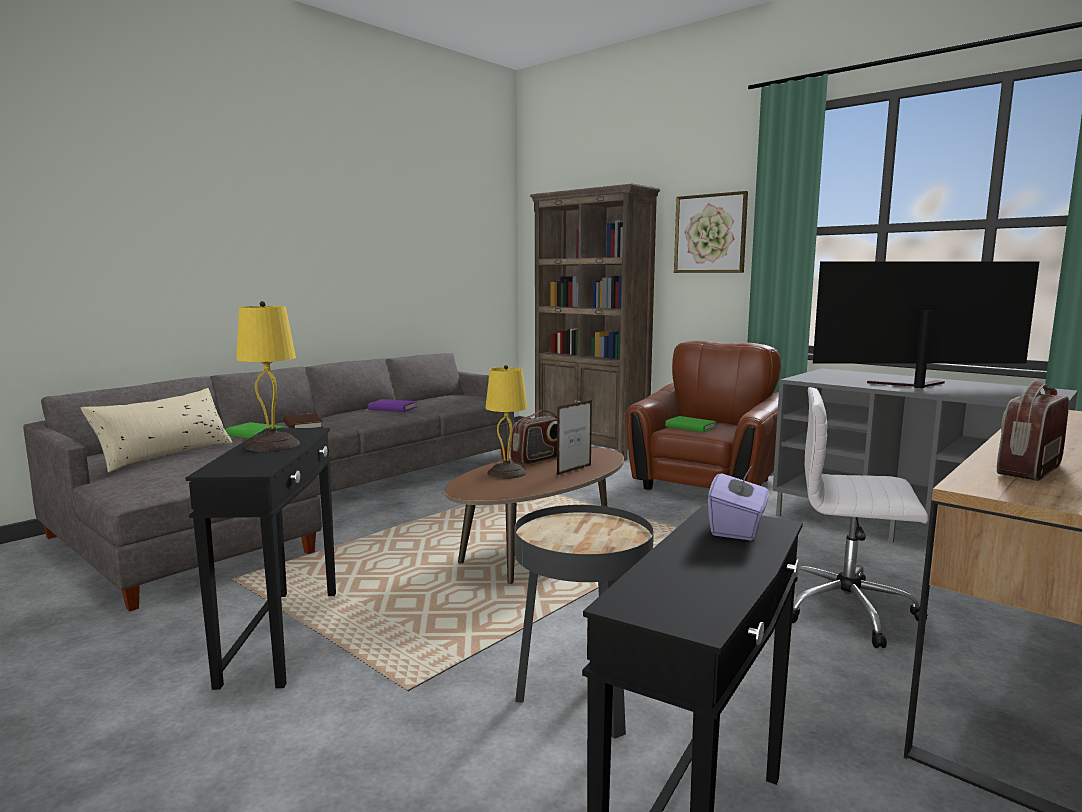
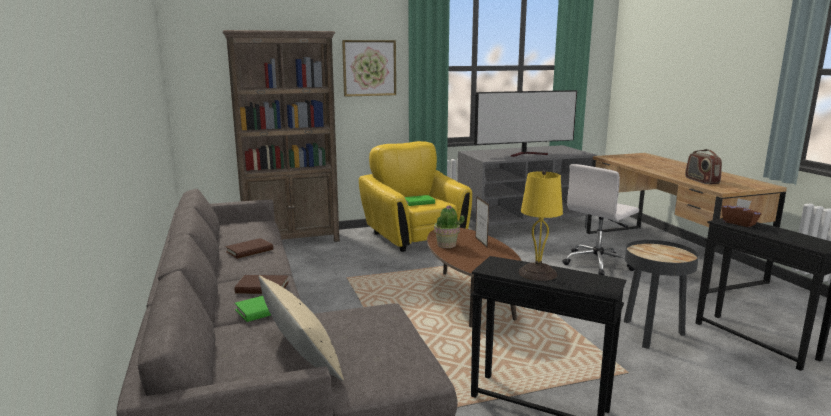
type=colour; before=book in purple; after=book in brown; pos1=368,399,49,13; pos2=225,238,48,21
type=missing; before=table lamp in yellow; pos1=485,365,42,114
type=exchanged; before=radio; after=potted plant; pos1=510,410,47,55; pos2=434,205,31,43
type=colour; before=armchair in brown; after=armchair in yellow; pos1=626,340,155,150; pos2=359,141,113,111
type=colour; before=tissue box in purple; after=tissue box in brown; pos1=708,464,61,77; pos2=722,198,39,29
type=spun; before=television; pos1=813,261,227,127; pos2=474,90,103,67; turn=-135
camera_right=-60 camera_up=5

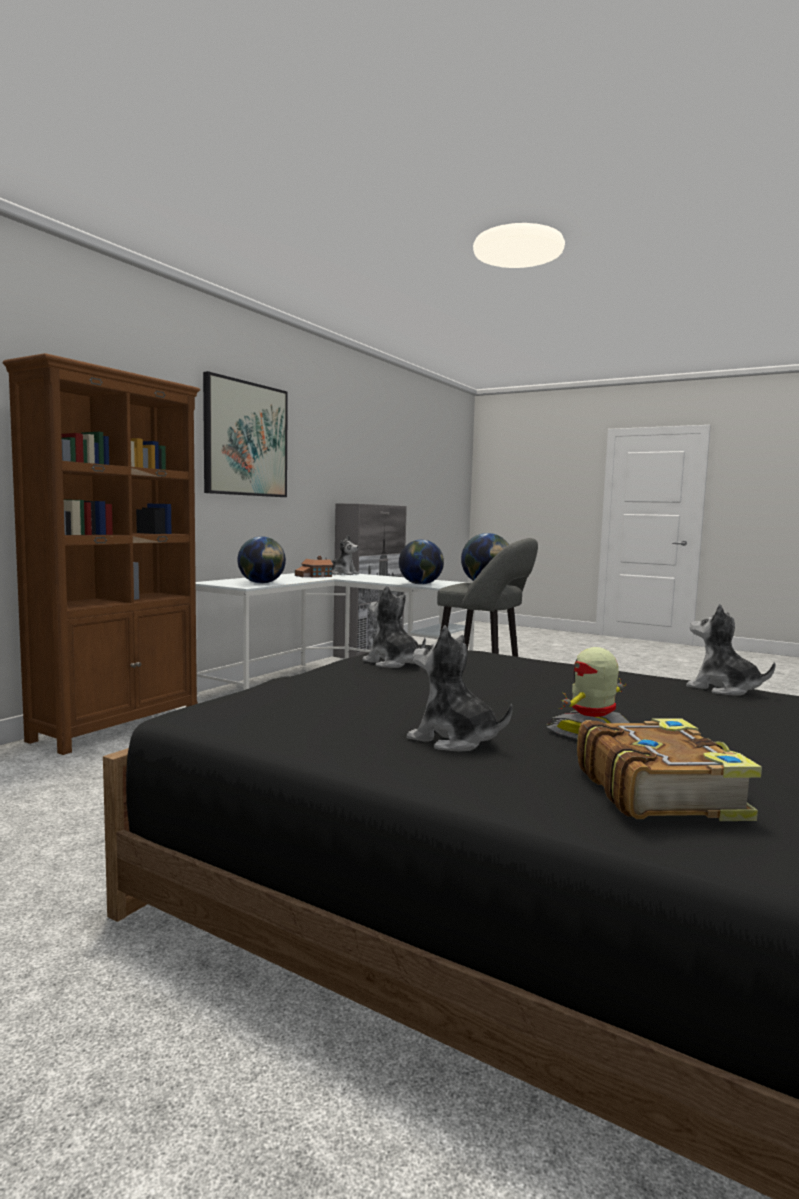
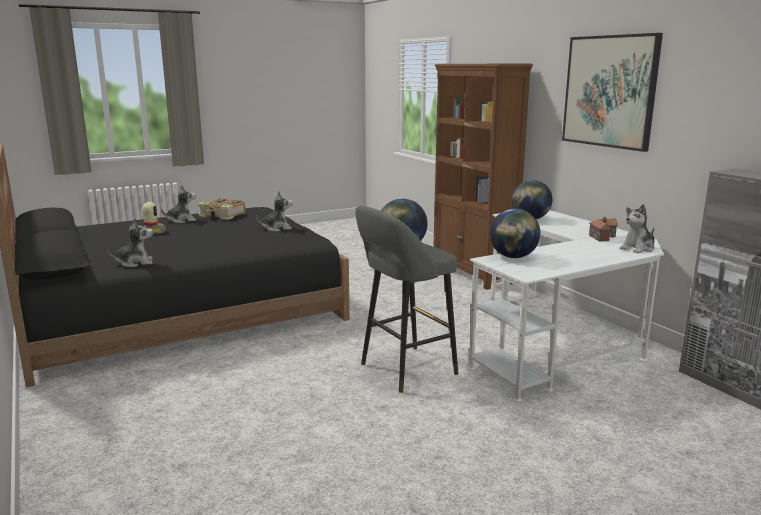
type=relocated; before=book; pos1=577,719,185,102; pos2=198,198,47,22
camera_right=120 camera_up=10

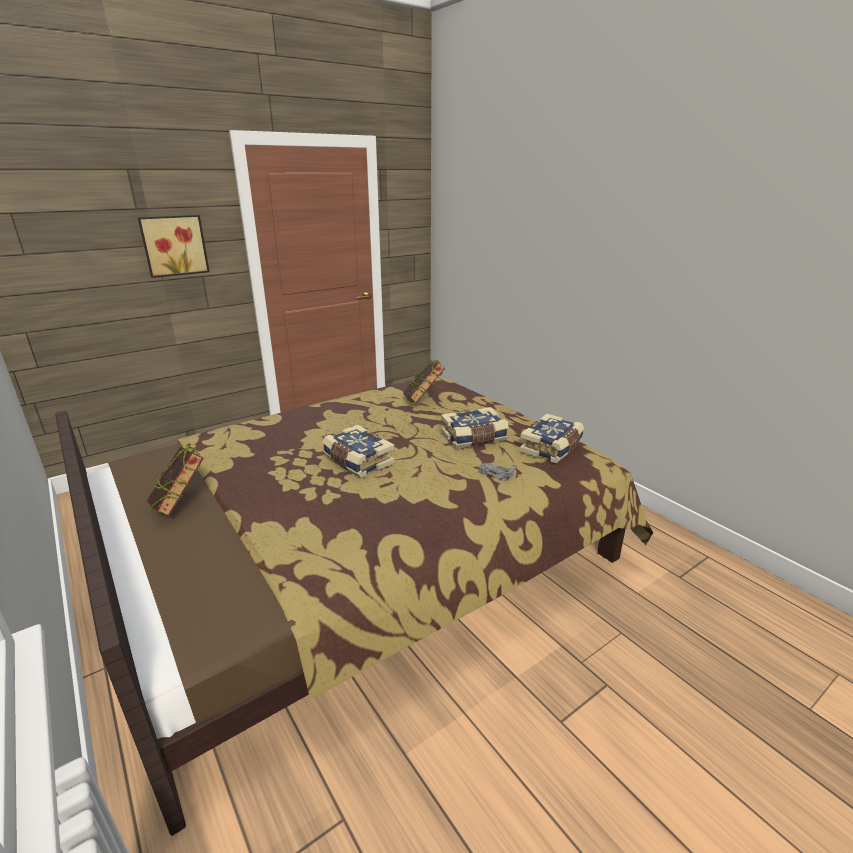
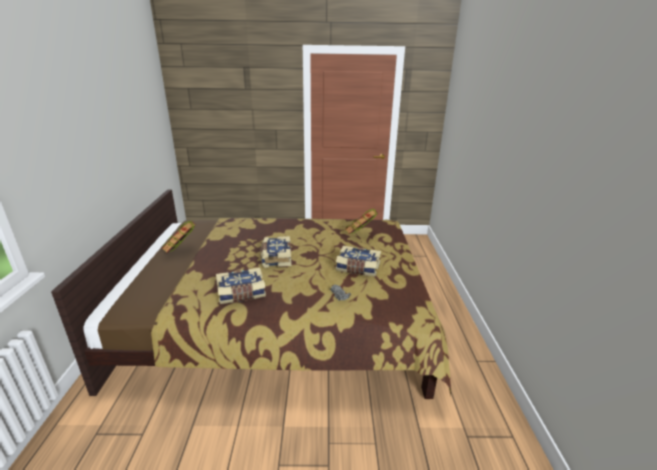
type=missing; before=picture; pos1=138,215,72,63
type=relocated; before=book; pos1=519,413,65,50; pos2=216,267,50,37
camera_right=35 camera_up=0

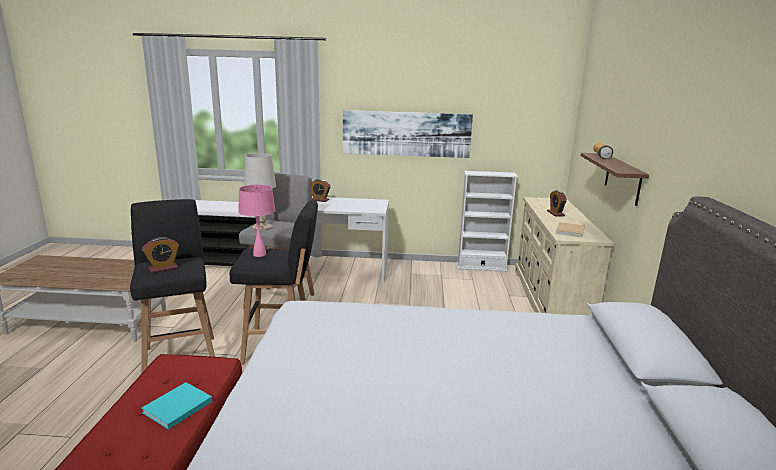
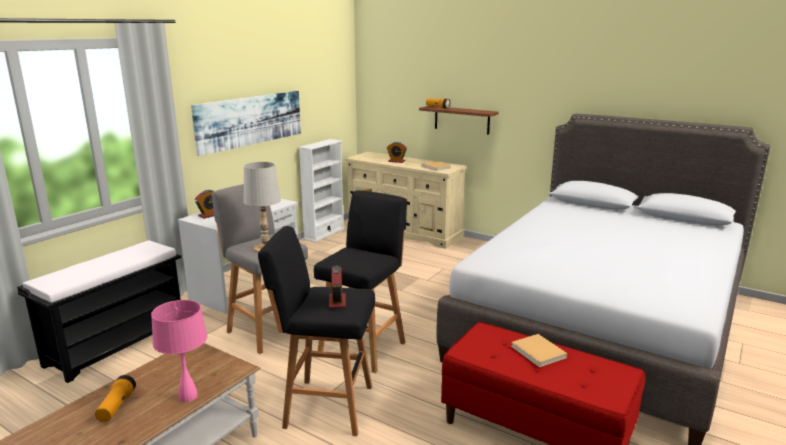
type=colour; before=book in turquoise; after=book in beige; pos1=142,382,71,48; pos2=511,334,57,33
type=relocated; before=table lamp in pink; pos1=238,185,38,72; pos2=151,300,56,102
type=appeared; after=flashlight; pos2=95,375,41,47
camera_right=-60 camera_up=0

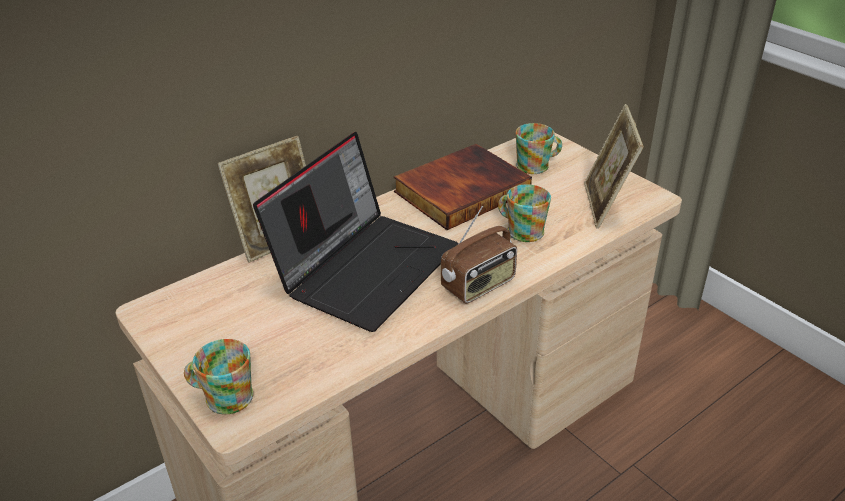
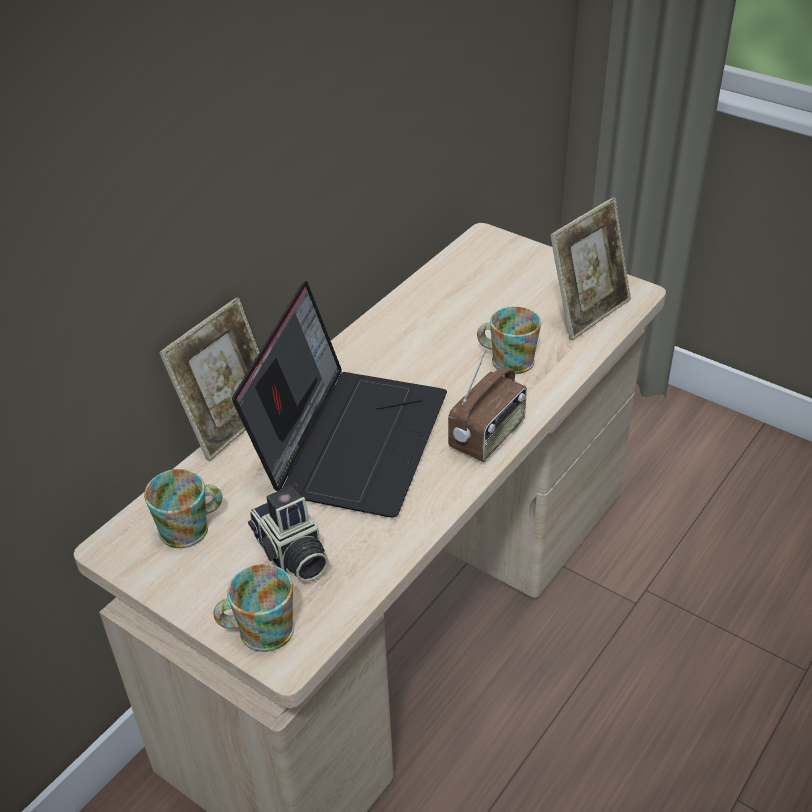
type=missing; before=book; pos1=394,144,138,86
type=relocated; before=mug; pos1=516,123,46,51; pos2=144,469,78,79
type=spun; before=picture frame; pos1=584,104,60,125; pos2=550,197,81,144; turn=-120
type=appeared; after=photo camera; pos2=248,486,81,96
camera_right=-15 camera_up=5

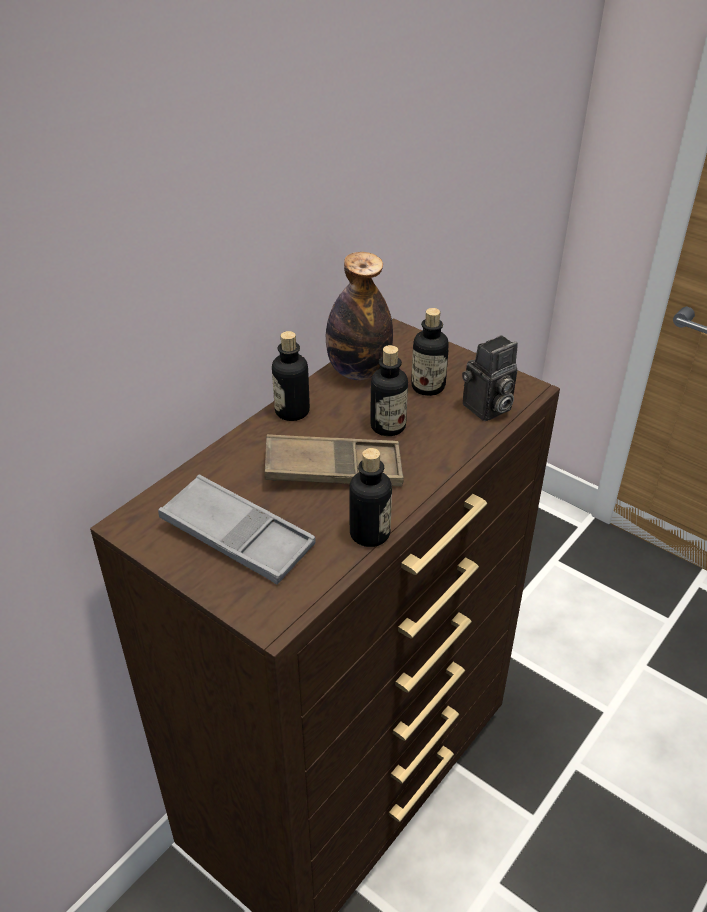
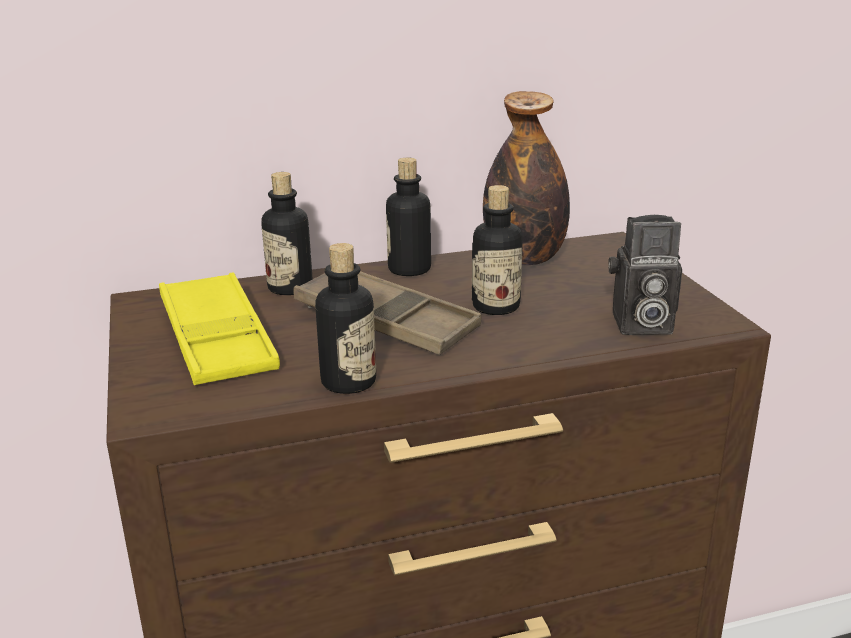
type=colour; before=tray in grey; after=tray in yellow; pos1=158,474,157,111; pos2=159,272,121,113
type=relocated; before=bottle; pos1=411,308,38,88; pos2=261,172,52,123
camera_right=35 camera_up=-15

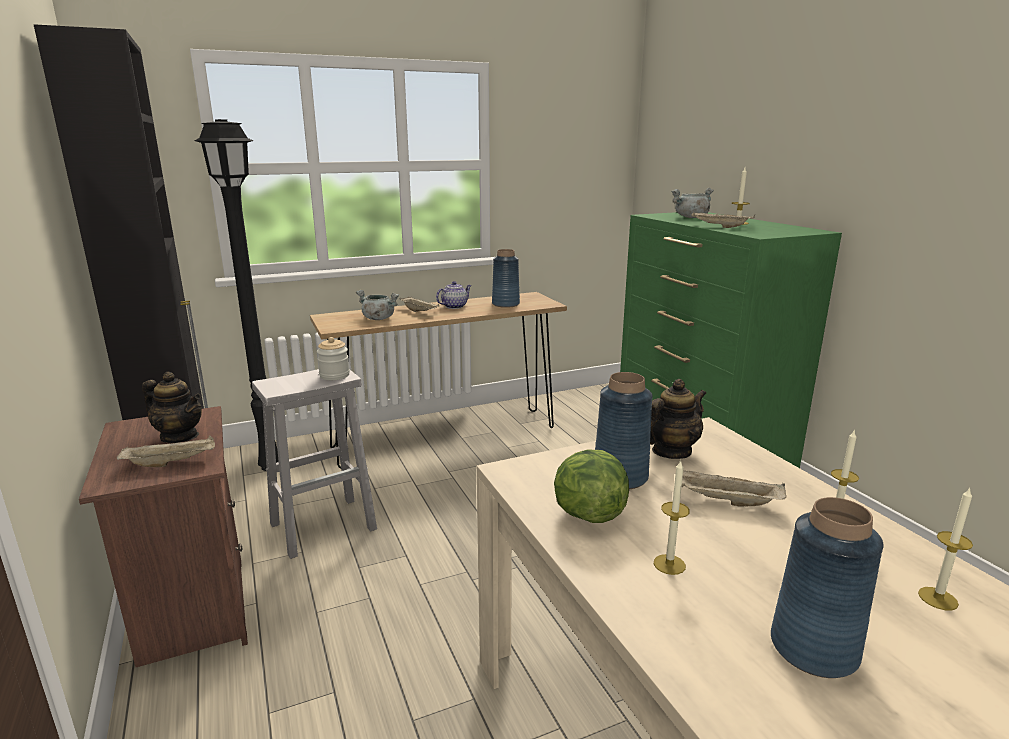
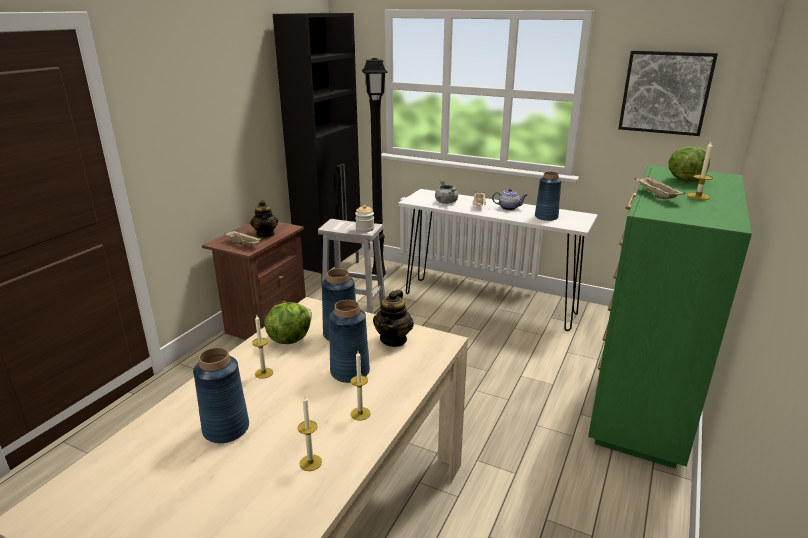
type=colour; before=console table in brown; after=console table in white; pos1=310,292,257,177; pos2=398,189,200,142
type=spun; before=teapot; pos1=650,379,56,80; pos2=373,290,41,57; turn=90
type=exchanged; before=cooking pot in grey; after=lettuce; pos1=671,188,43,30; pos2=668,146,42,36
type=exchanged; before=tray in beige; after=vase in blue; pos1=682,470,105,36; pos2=329,300,41,83
type=appeared; after=picture; pos2=618,50,100,86
camera_right=50 camera_up=5

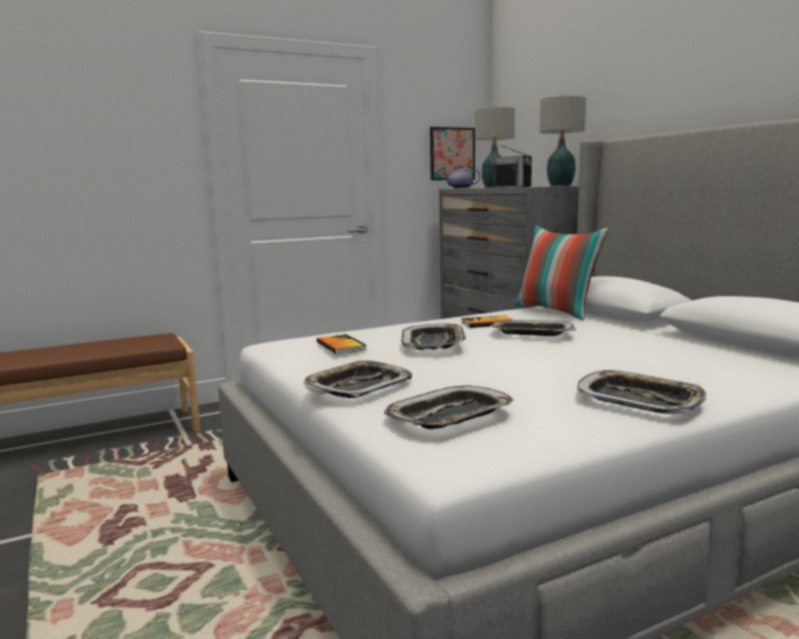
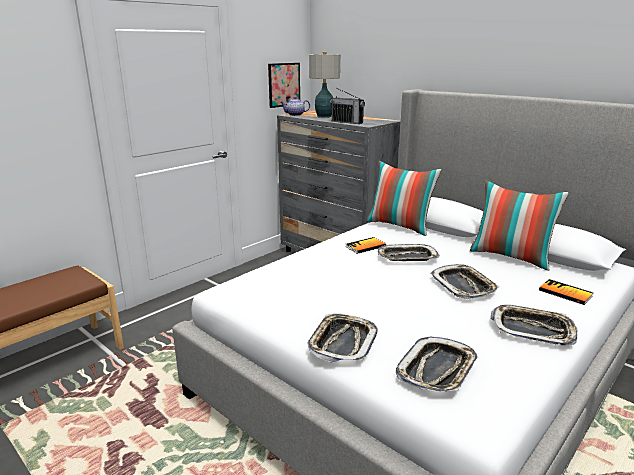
type=relocated; before=book; pos1=317,334,49,20; pos2=539,279,54,26
type=relocated; before=tray; pos1=402,323,64,27; pos2=430,264,69,35
type=missing; before=table lamp; pos1=540,95,46,92
type=appeared; after=pillow; pos2=470,181,98,90
camera_right=-20 camera_up=10

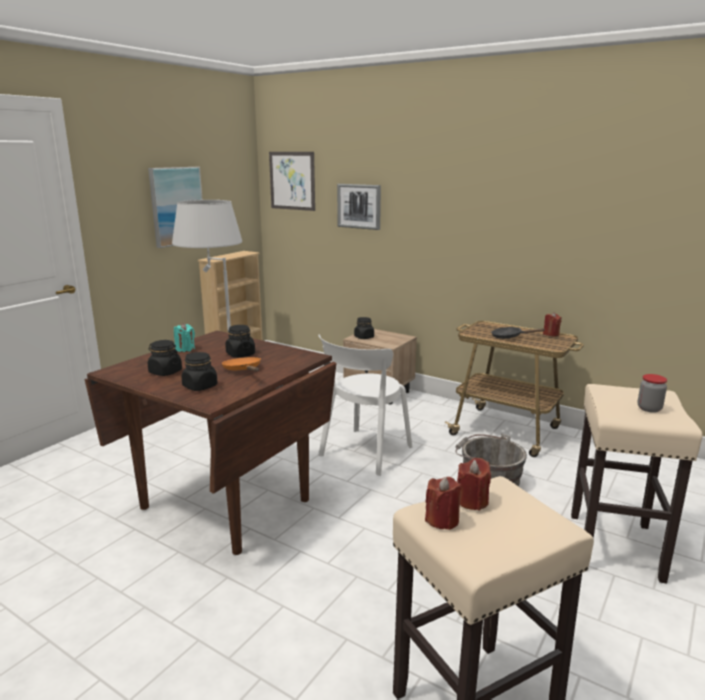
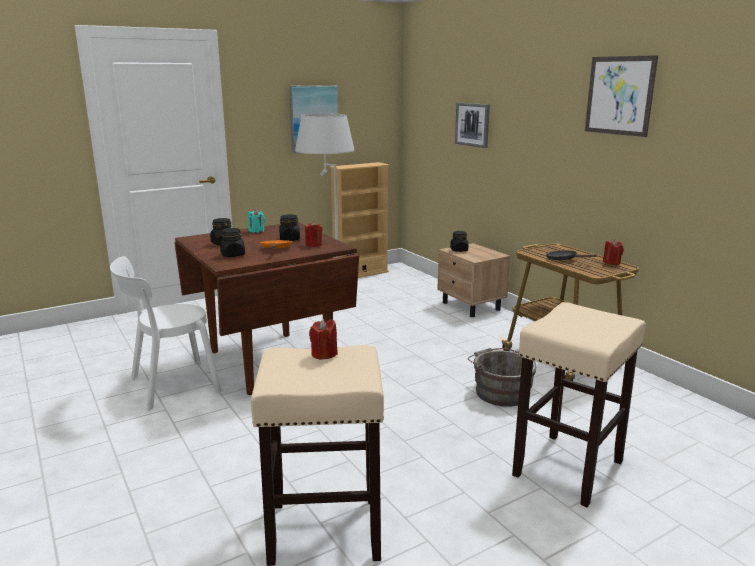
type=relocated; before=picture; pos1=269,152,46,59; pos2=585,55,73,82
type=relocated; before=chair in white; pos1=318,335,94,141; pos2=110,256,111,154
type=relocated; before=candle in red; pos1=425,477,36,53; pos2=305,221,18,26
type=missing; before=jar; pos1=638,374,29,39
camera_right=25 camera_up=0

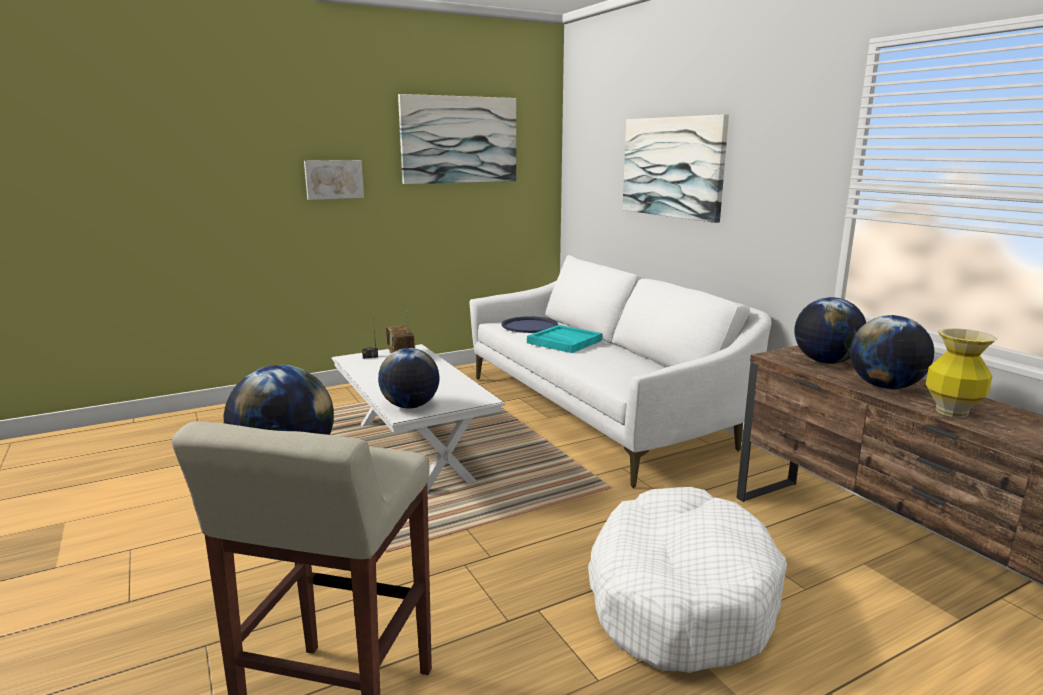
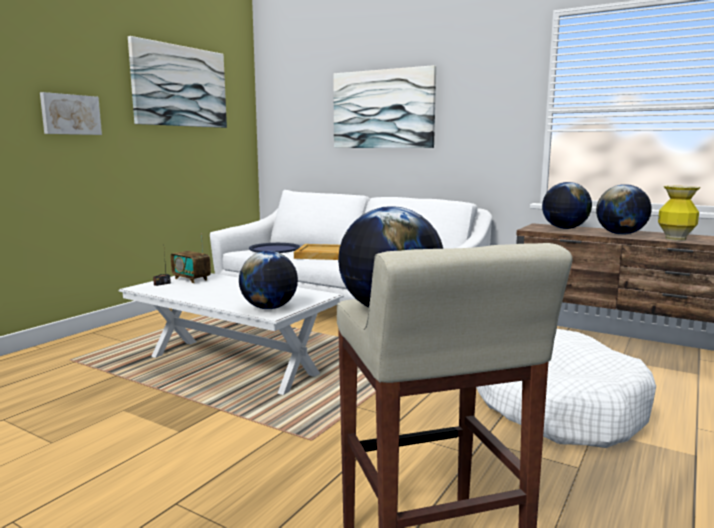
type=colour; before=tray in turquoise; after=tray in beige; pos1=527,325,76,28; pos2=294,244,46,16
camera_right=-30 camera_up=-5

